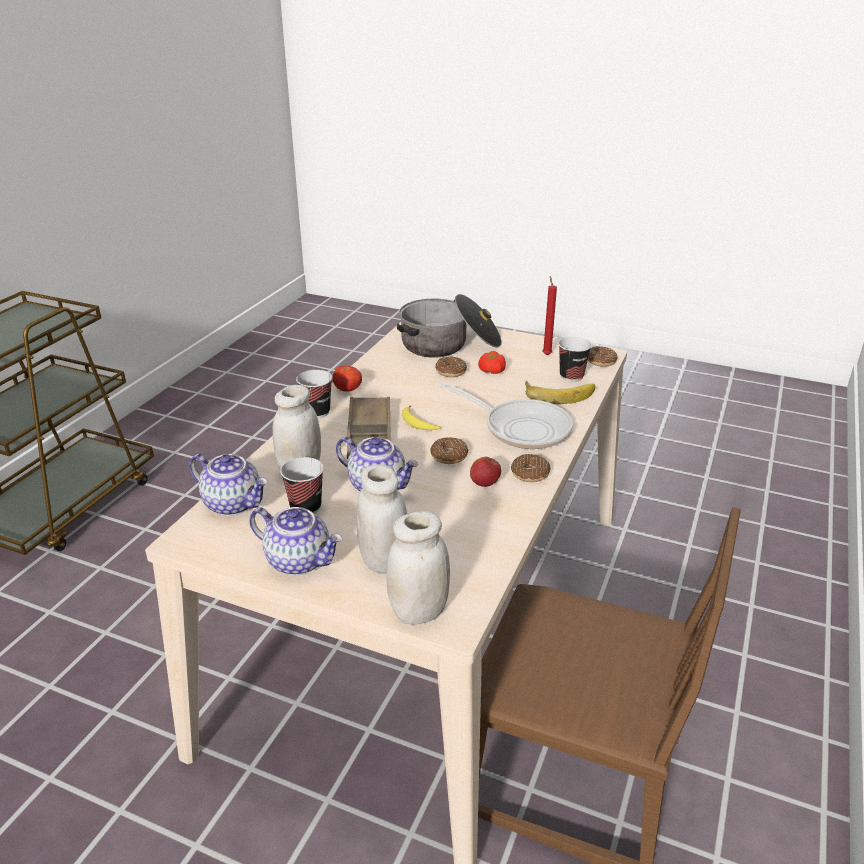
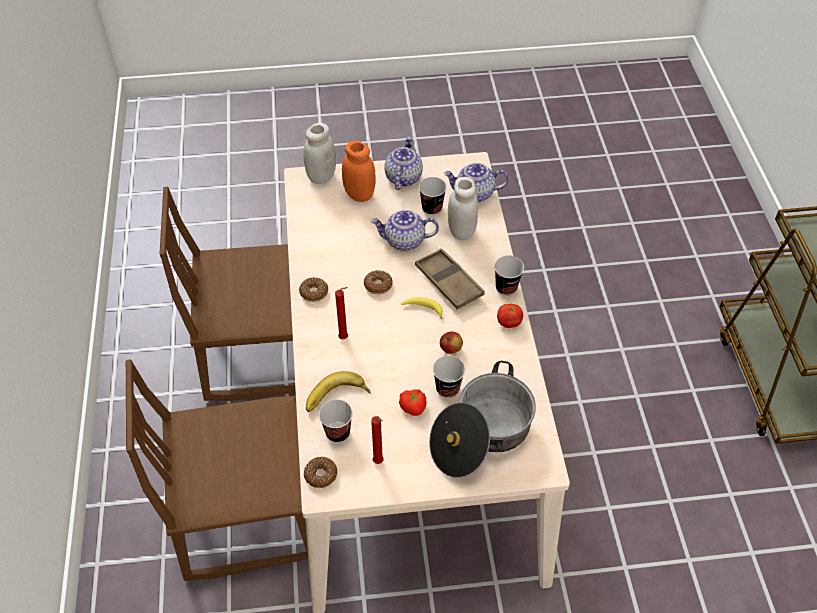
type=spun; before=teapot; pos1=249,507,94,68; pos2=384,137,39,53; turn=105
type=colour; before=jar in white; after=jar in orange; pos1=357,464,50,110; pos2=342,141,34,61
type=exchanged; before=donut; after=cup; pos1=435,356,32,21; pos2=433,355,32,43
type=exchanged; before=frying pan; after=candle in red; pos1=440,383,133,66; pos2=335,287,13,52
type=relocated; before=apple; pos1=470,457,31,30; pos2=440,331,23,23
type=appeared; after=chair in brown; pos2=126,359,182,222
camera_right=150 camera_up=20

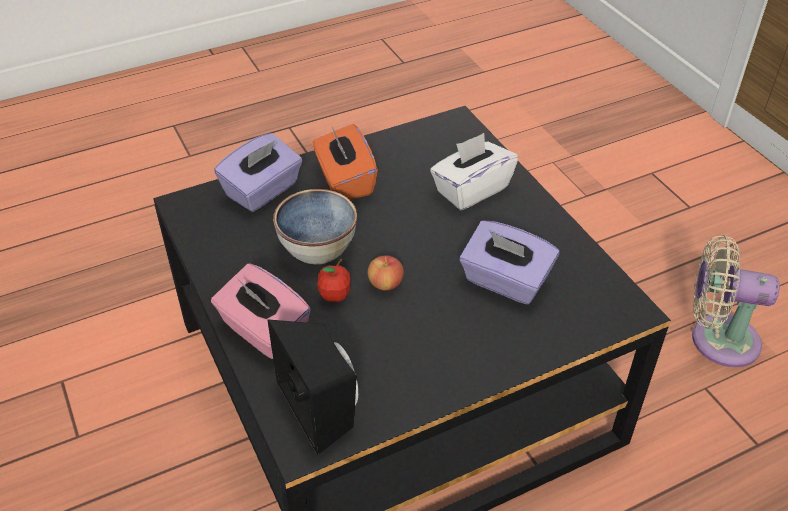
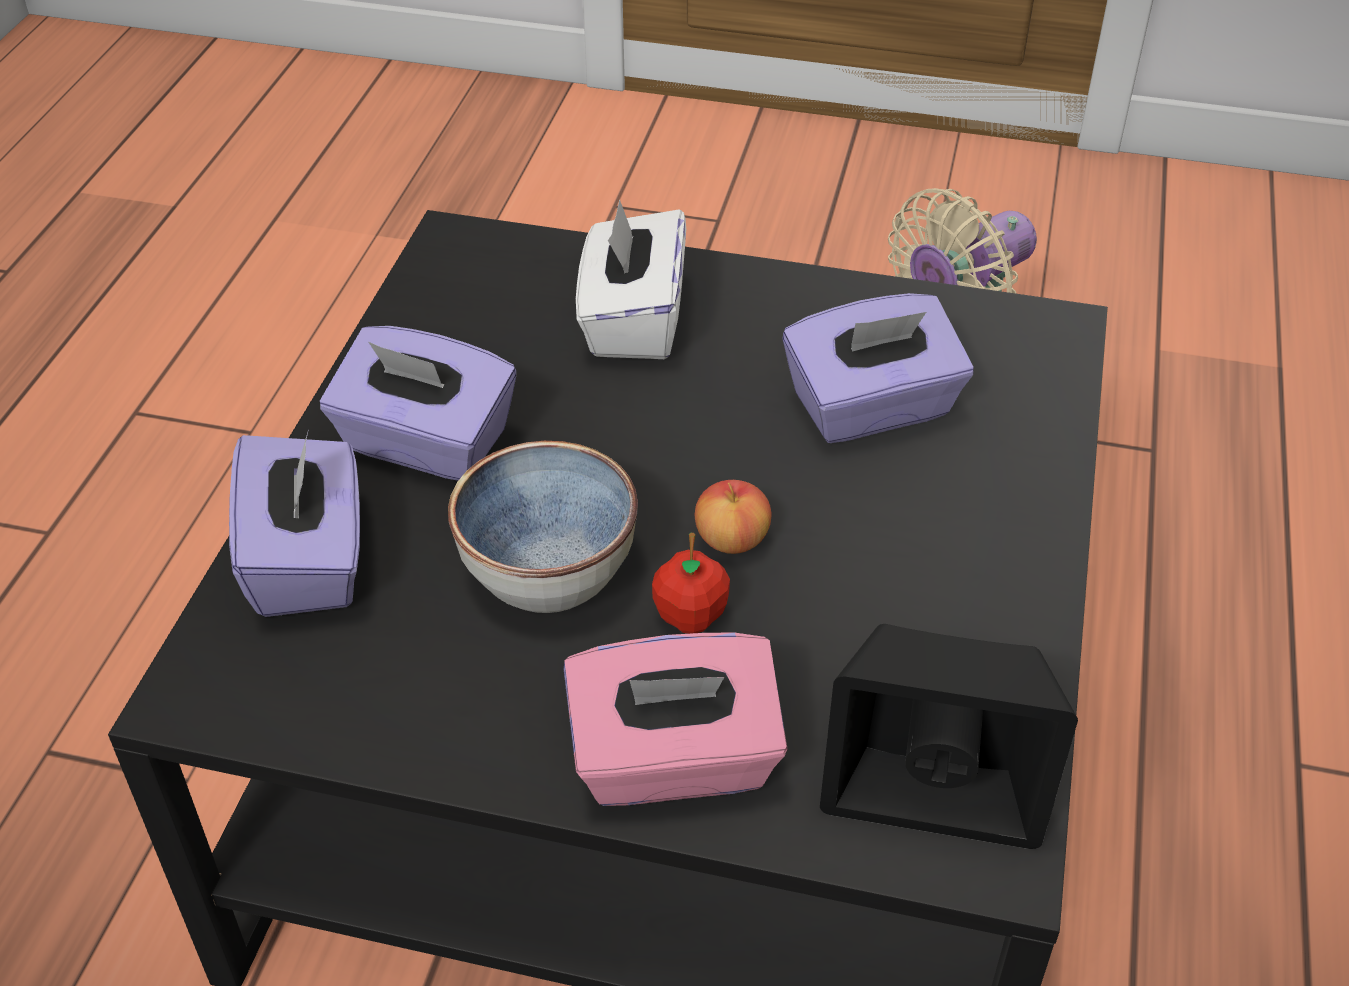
type=colour; before=tissue box in orange; after=tissue box in purple; pos1=312,124,66,75; pos2=320,326,196,155
camera_right=-50 camera_up=0

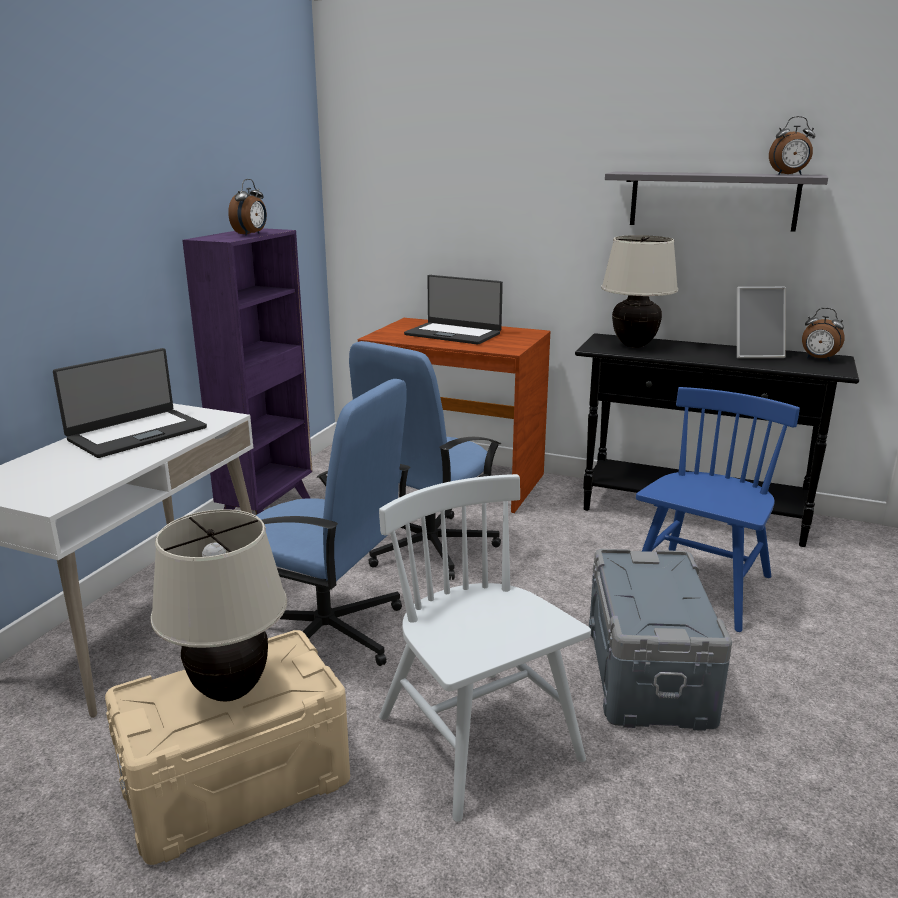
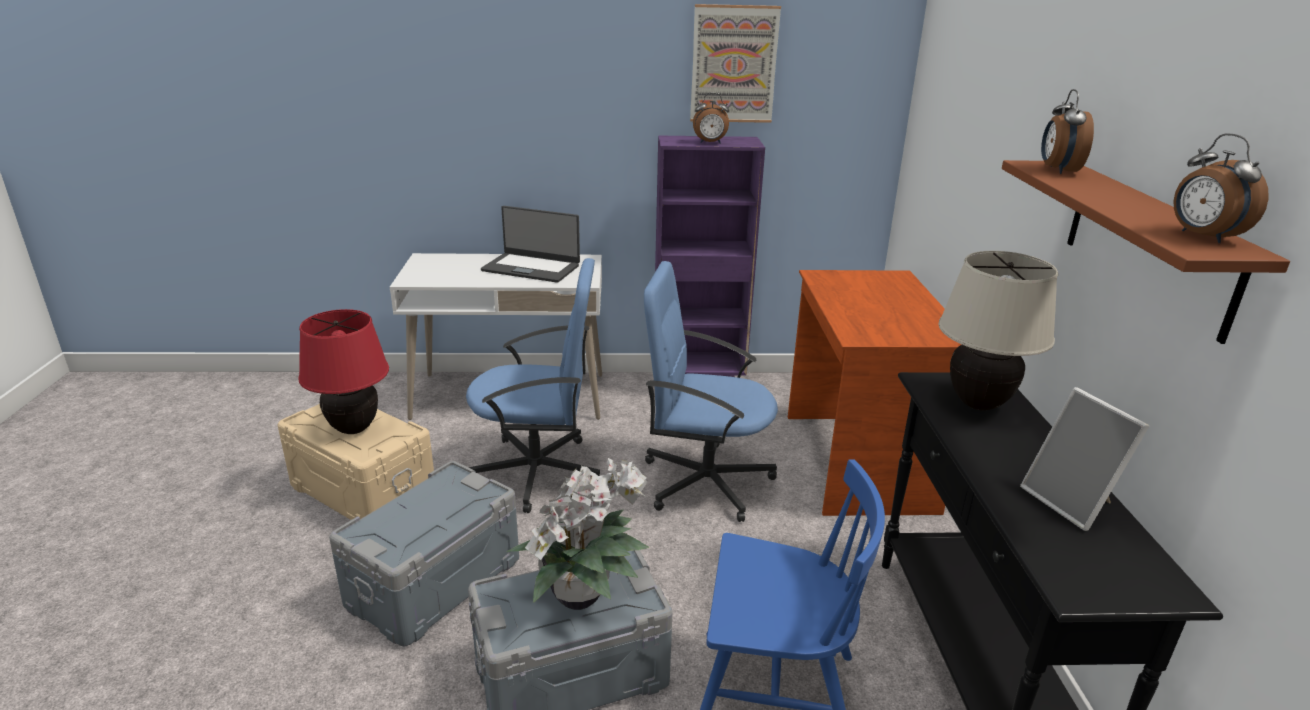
type=colour; before=table lamp in beige; after=table lamp in red; pos1=151,509,136,193; pos2=298,309,91,125
type=spun; before=office chair in blue; pos1=256,379,154,287; pos2=466,258,134,255; turn=-90
type=exchanged; before=chair in white; after=storage box in grey; pos1=379,474,212,348; pos2=329,461,190,185
type=missing; before=laptop; pos1=404,275,99,70
type=colour; before=shelf in grey; after=shelf in brown; pos1=605,171,223,61; pos2=1002,160,288,184
type=relocated; before=alarm clock; pos1=802,308,43,53; pos2=1041,89,53,85
type=appeared; after=potted plant; pos2=506,458,143,152
type=appeared; after=picture; pos2=690,4,91,119
camera_right=65 camera_up=5

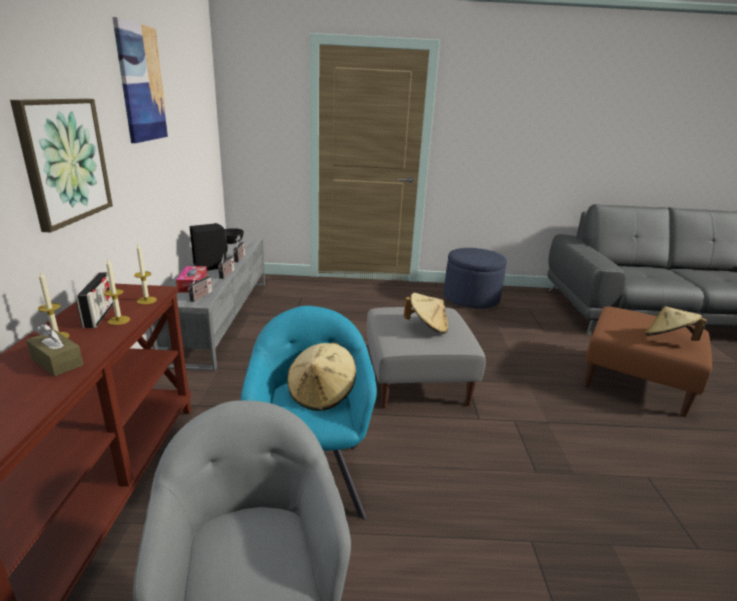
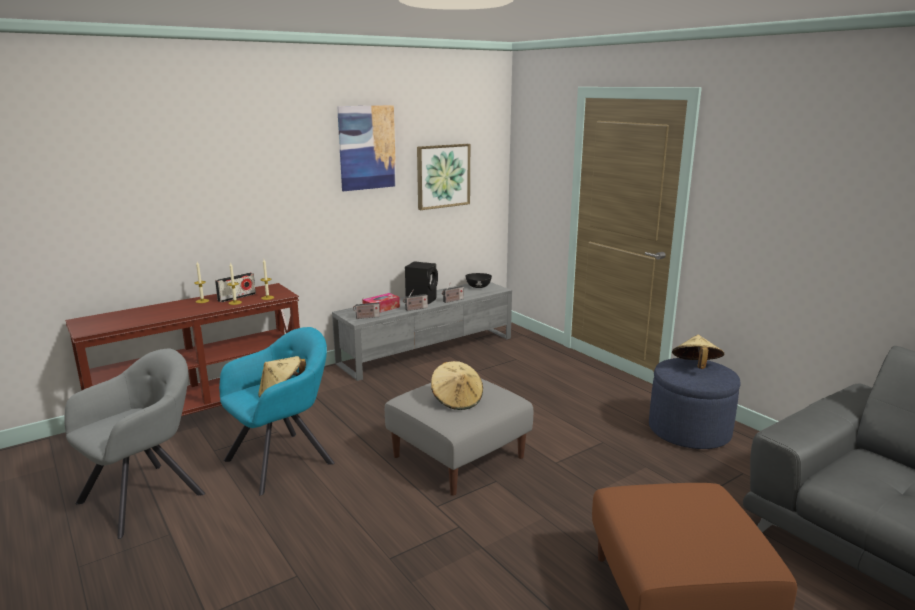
type=relocated; before=picture; pos1=10,99,103,133; pos2=417,144,53,66
type=missing; before=tissue box in brown; pos1=26,324,58,52
type=relocated; before=hat in beige; pos1=645,306,62,35; pos2=672,335,53,34
camera_right=55 camera_up=-5

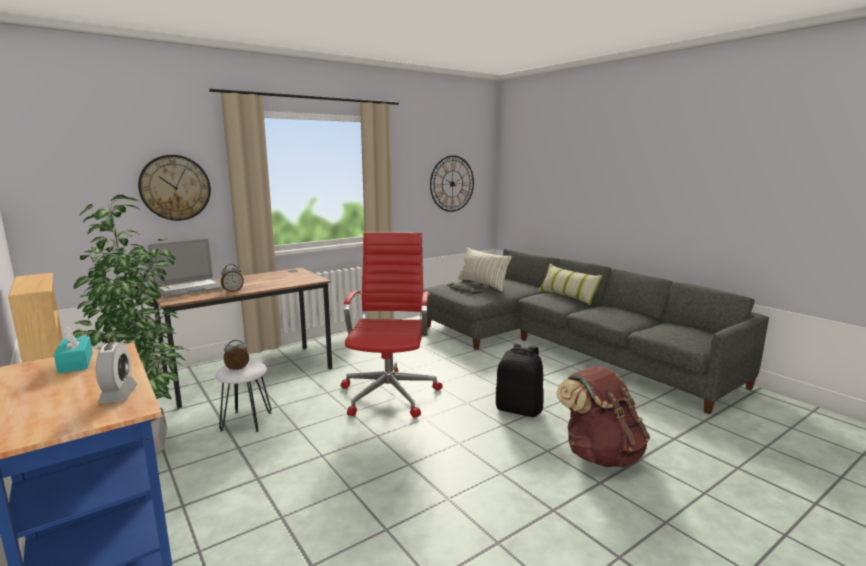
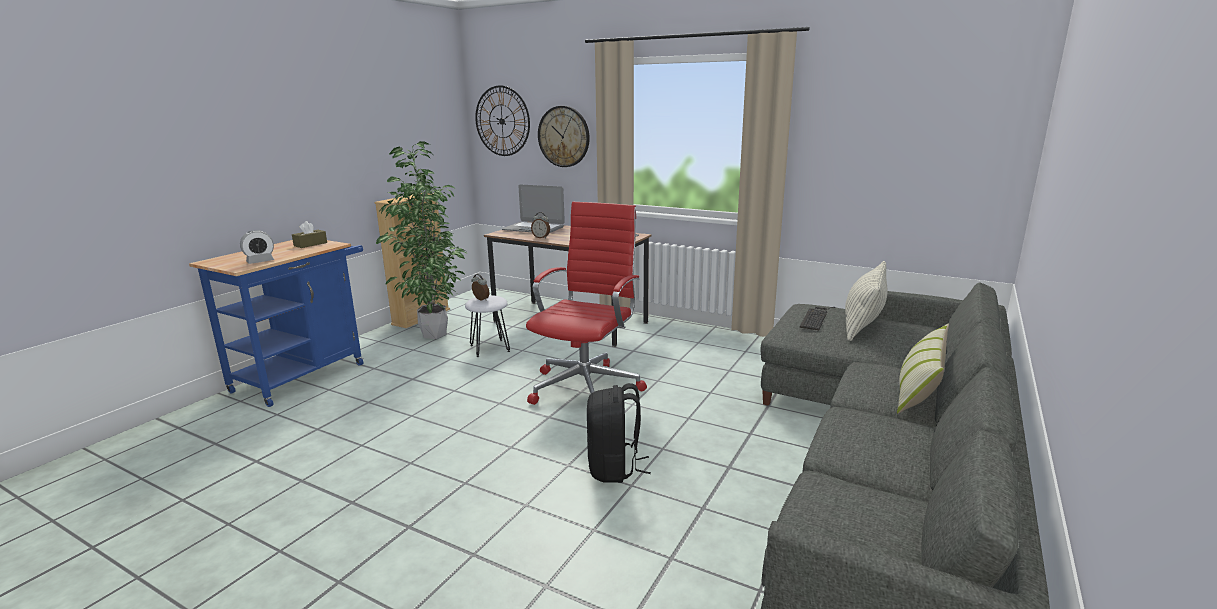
type=colour; before=tissue box in turquoise; after=tissue box in brown; pos1=54,327,39,47; pos2=292,221,35,27
type=spun; before=office chair in red; pos1=341,232,101,186; pos2=526,202,121,203; turn=-45
type=relocated; before=wall clock; pos1=430,155,44,57; pos2=475,85,55,71
type=missing; before=backpack in brown; pos1=556,365,94,103
camera_right=65 camera_up=5

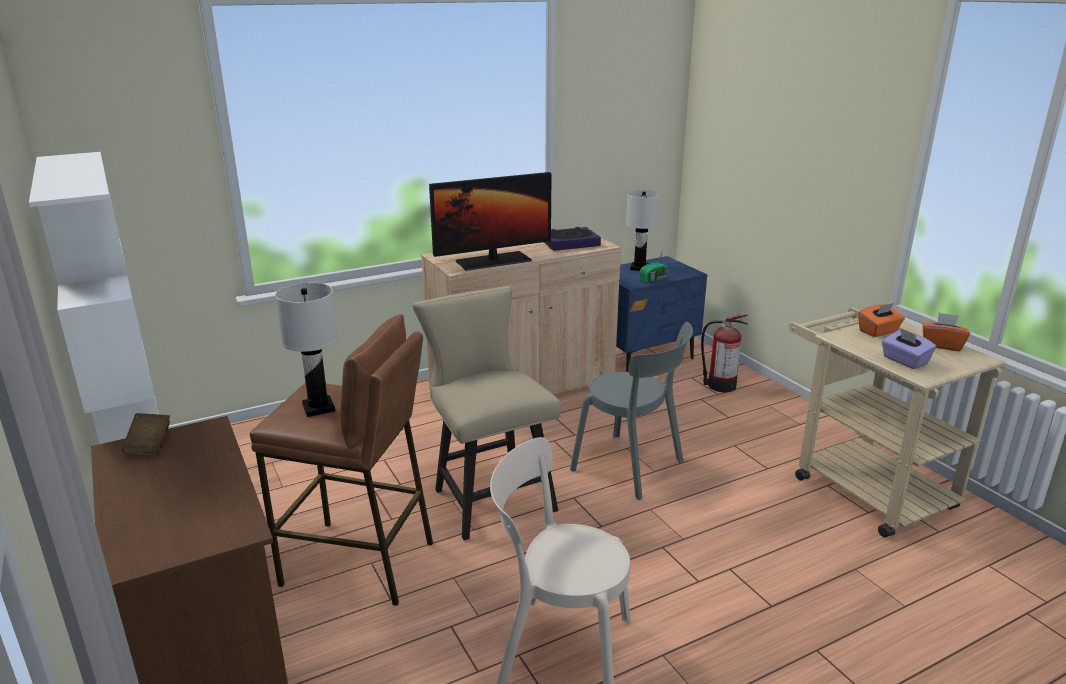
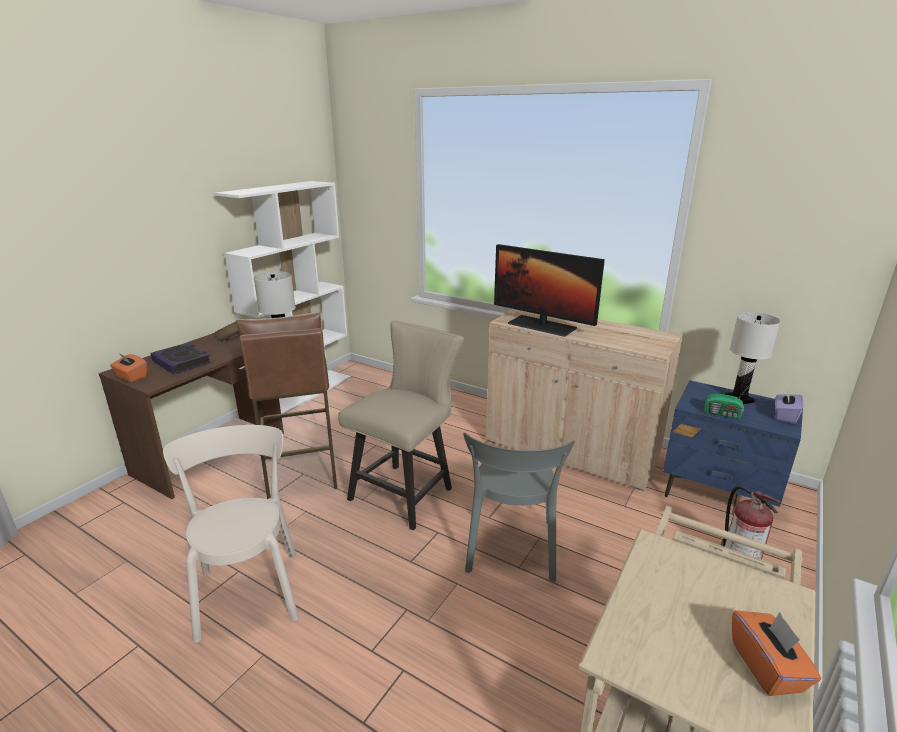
type=relocated; before=book; pos1=544,227,57,24; pos2=151,343,60,32
type=relocated; before=tissue box in orange; pos1=858,303,47,34; pos2=110,353,37,29
type=relocated; before=tissue box in purple; pos1=882,328,54,41; pos2=775,388,28,36
camera_right=60 camera_up=0

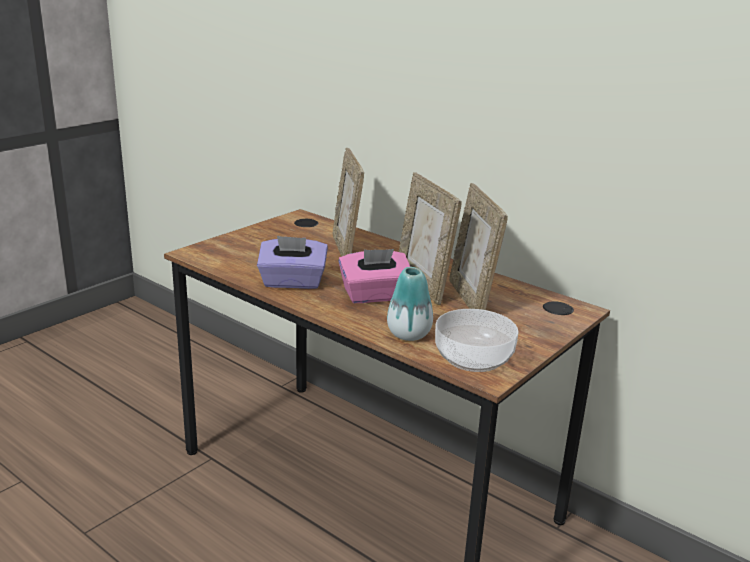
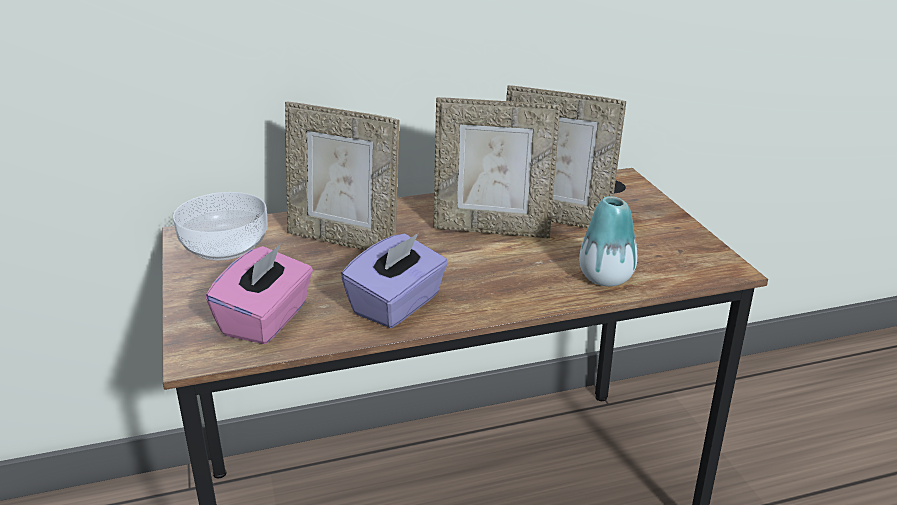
type=relocated; before=tissue box in pink; pos1=338,249,72,54; pos2=206,245,107,99
type=relocated; before=bowl; pos1=435,309,84,63; pos2=173,192,95,69
camera_right=-55 camera_up=5

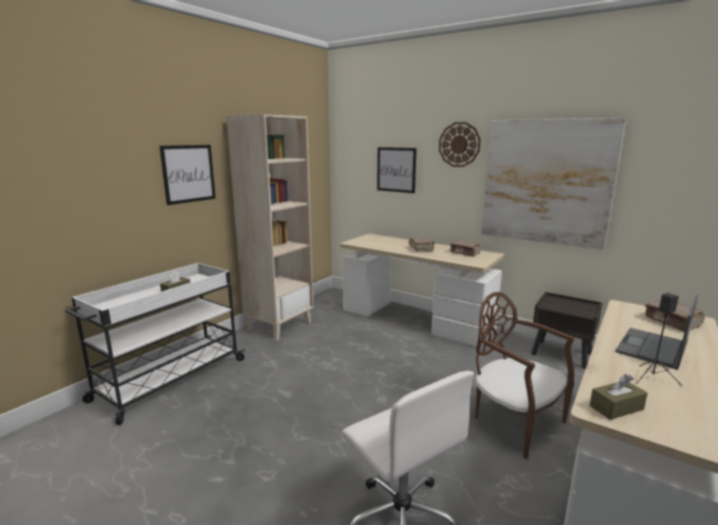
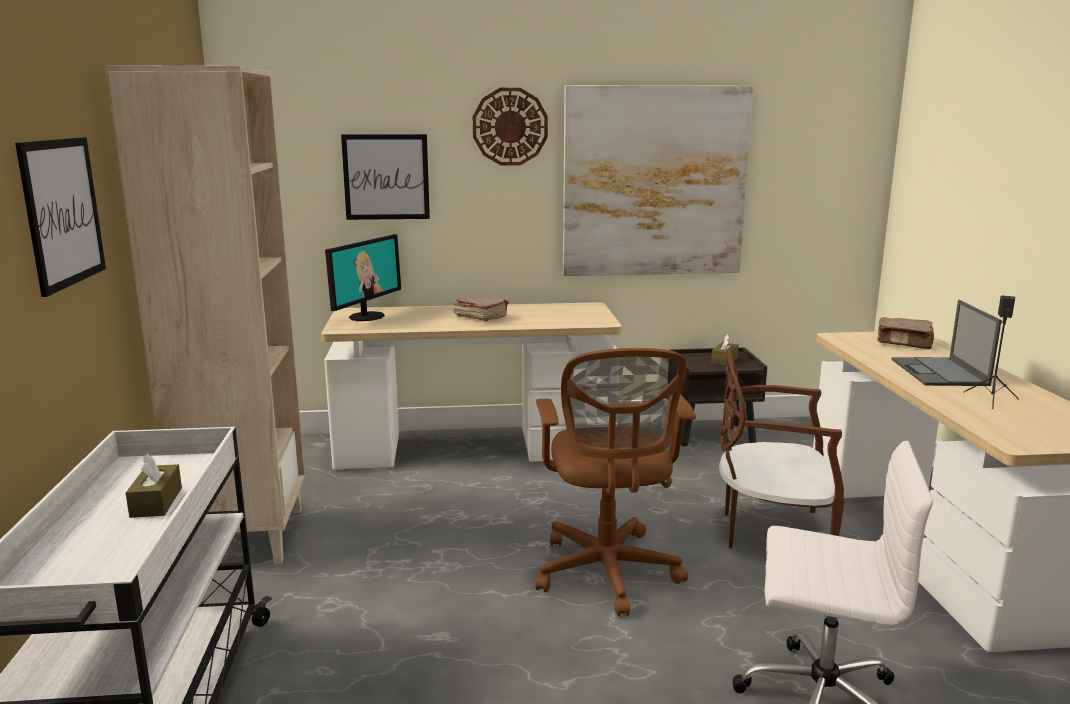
type=missing; before=book in brown; pos1=450,240,32,17
type=relocated; before=tissue box in brown; pos1=590,374,58,46; pos2=711,334,28,32
type=appeared; after=monitor; pos2=325,234,76,87
type=appeared; after=office chair in brown; pos2=535,348,161,268
camera_right=-40 camera_up=0

